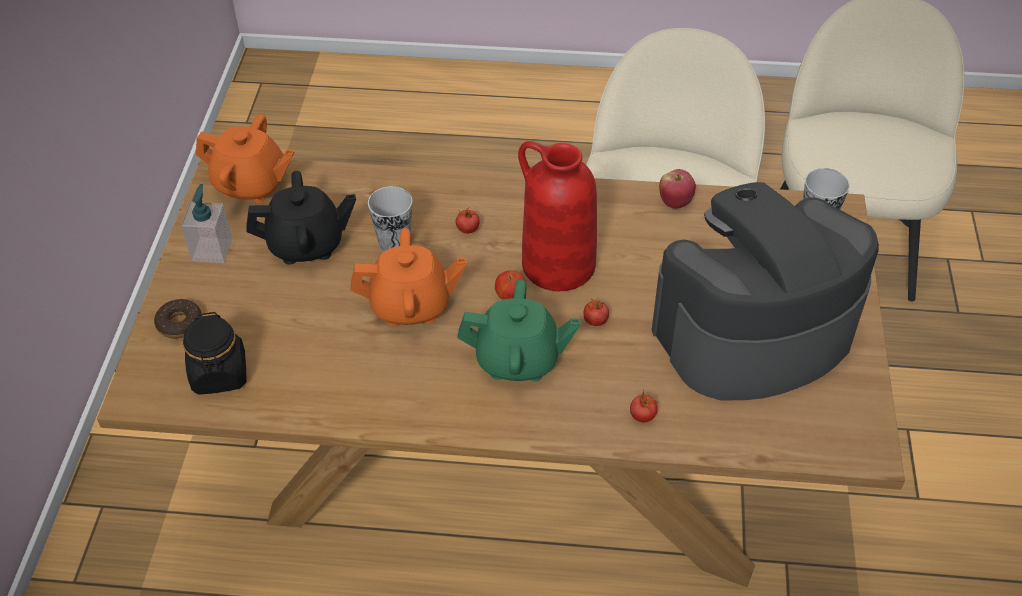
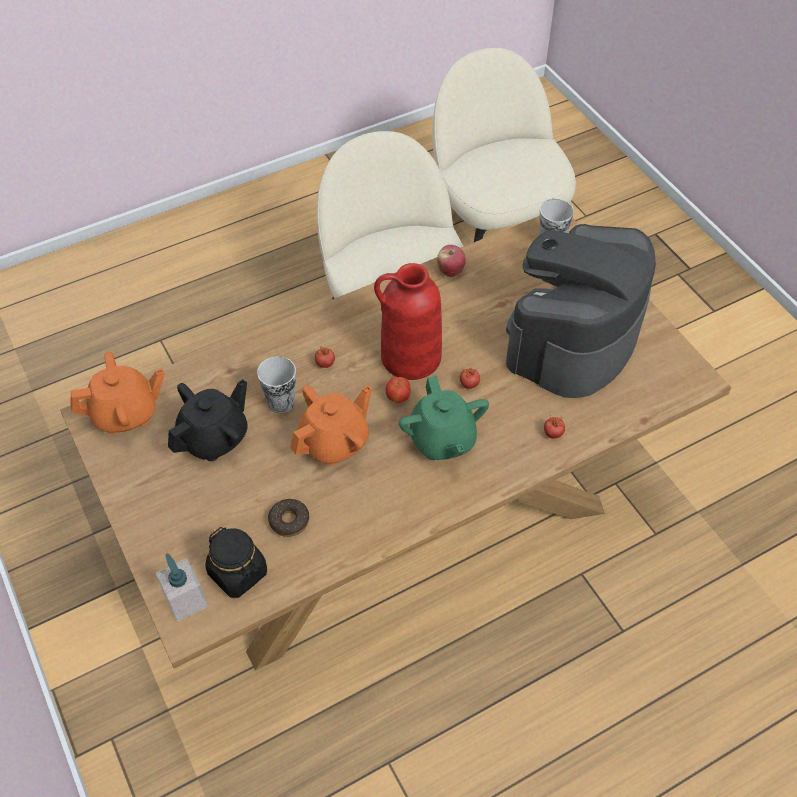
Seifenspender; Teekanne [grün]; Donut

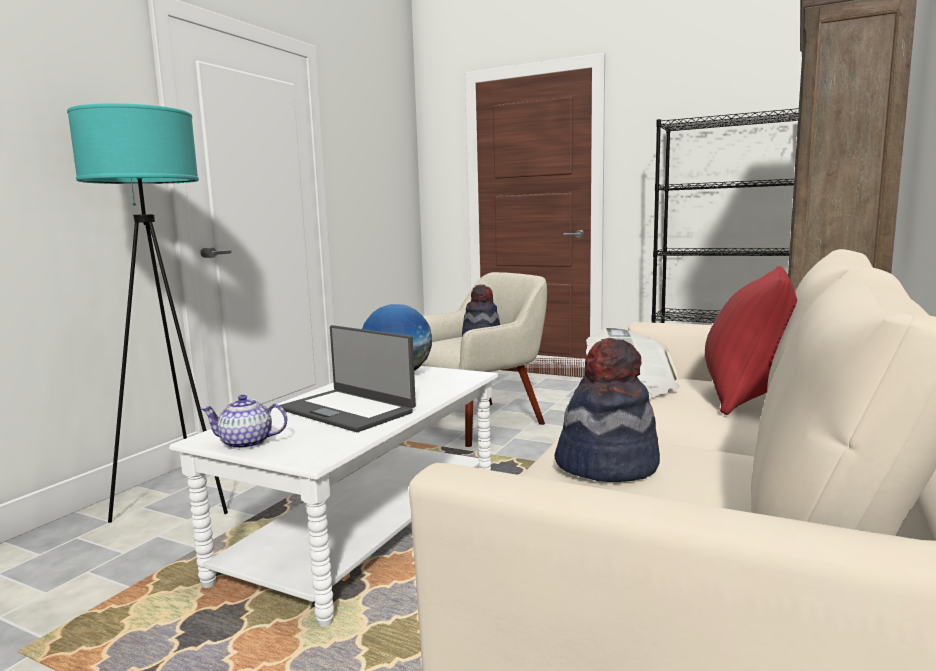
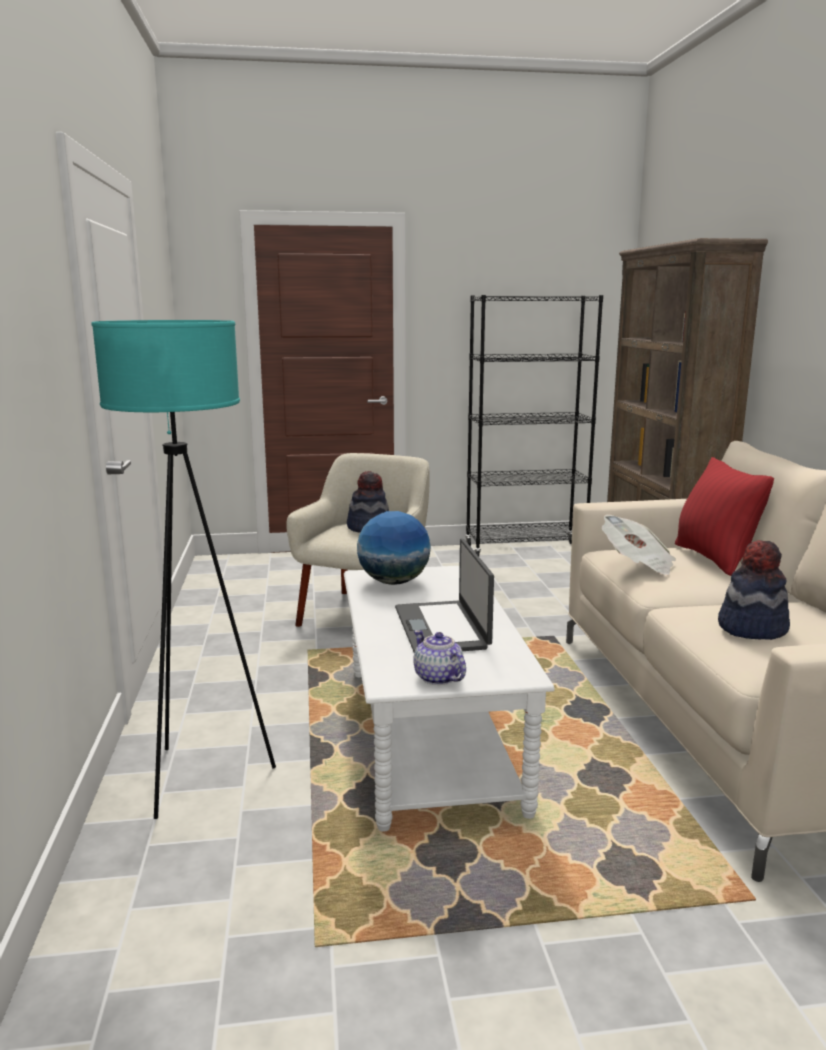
Laptop; Teekanne

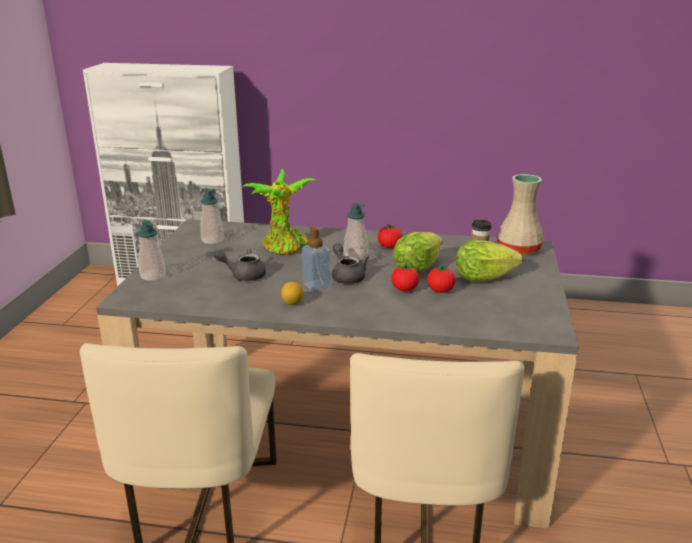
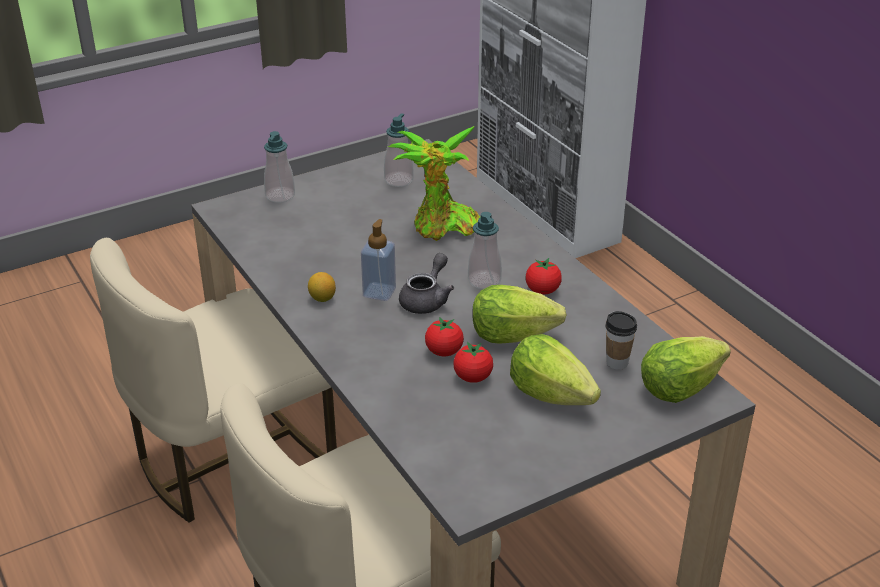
Salatkopf (3rd from left); Teekanne [grau] (1st from left in the first image)

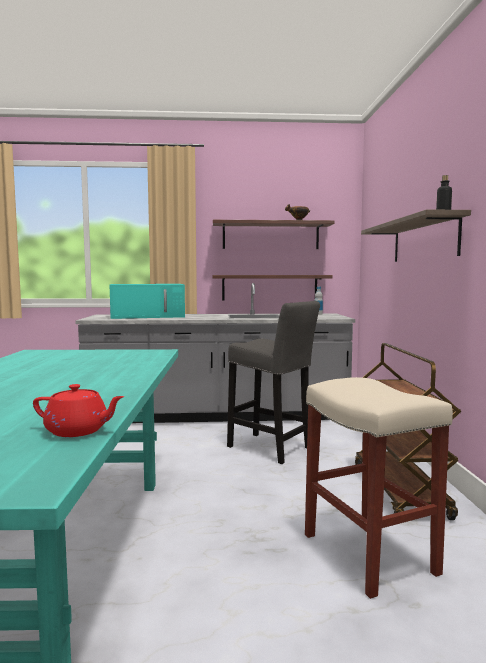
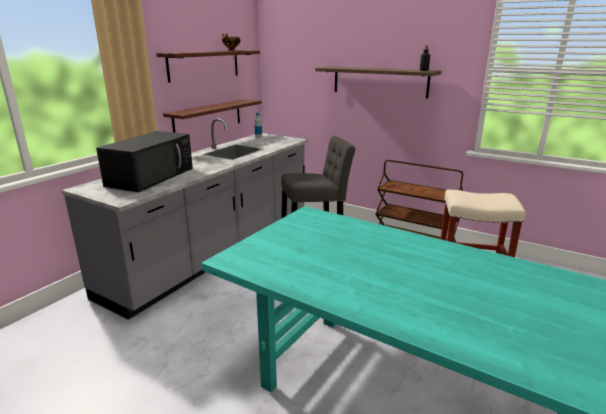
Mikrowelle [schwarz]; Teekanne [rot]

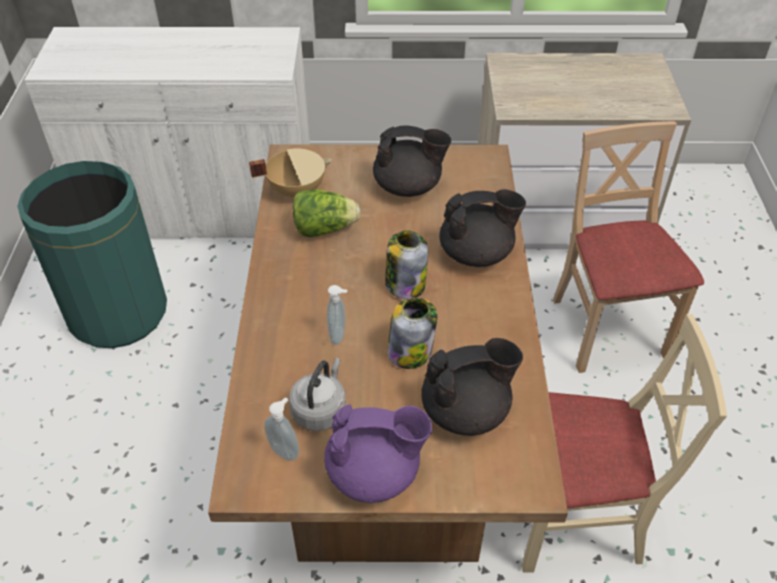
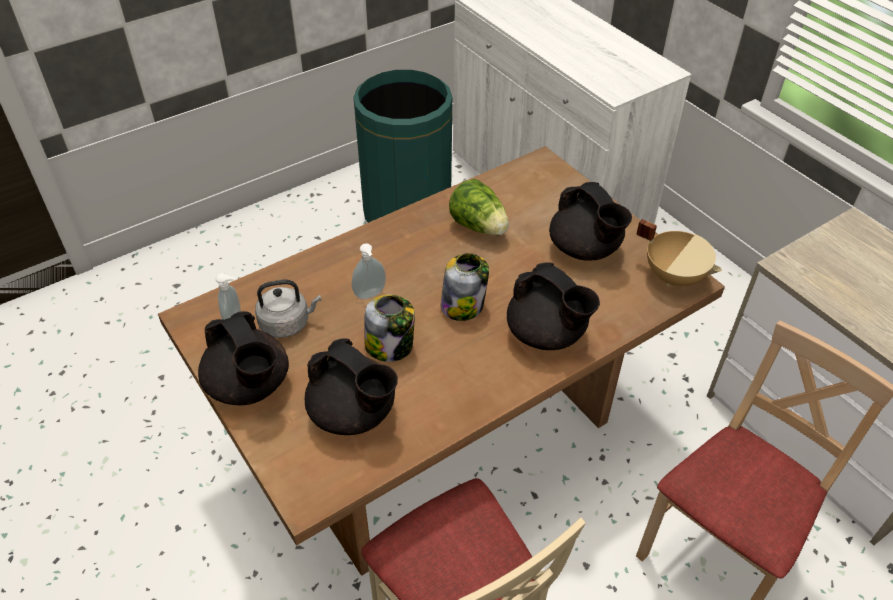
Kochtopf [beige]; Teekanne [schwarz] (1st from left)

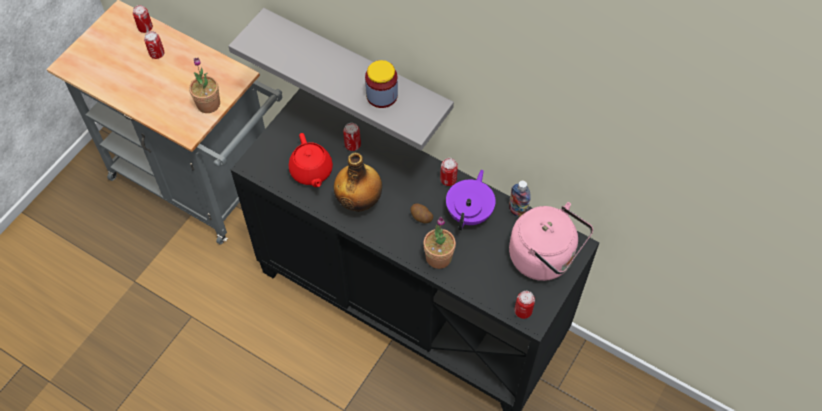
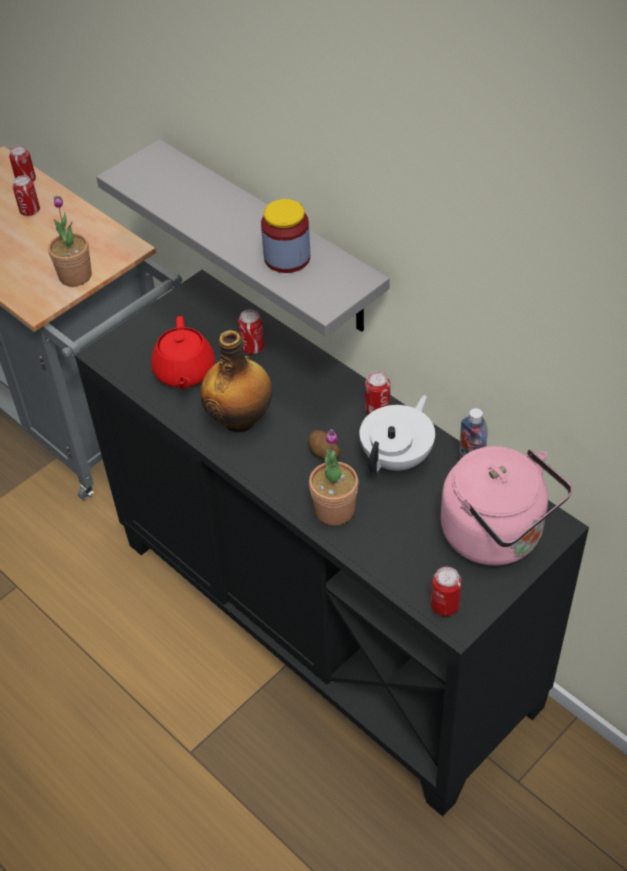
Teekanne [weiß]

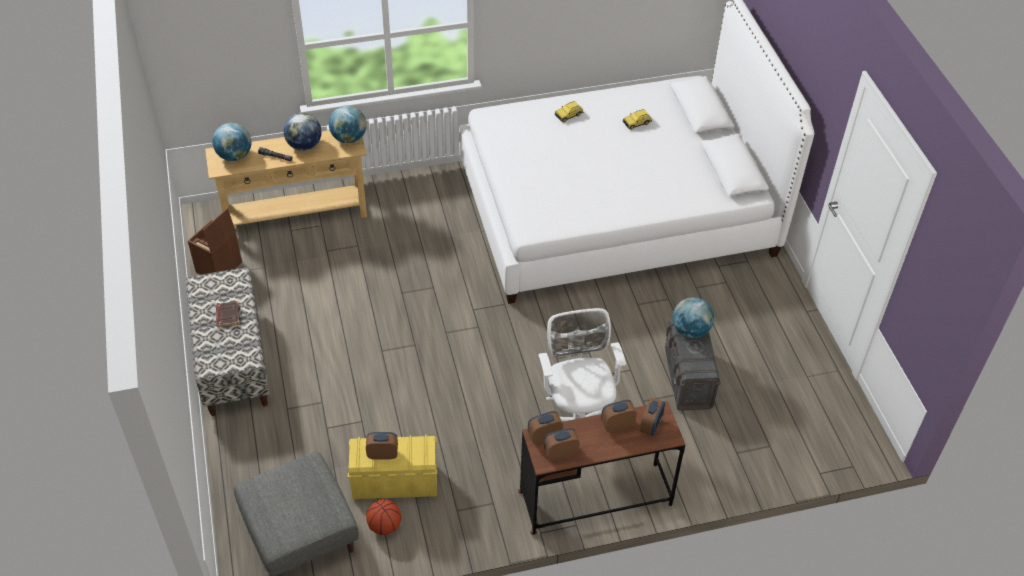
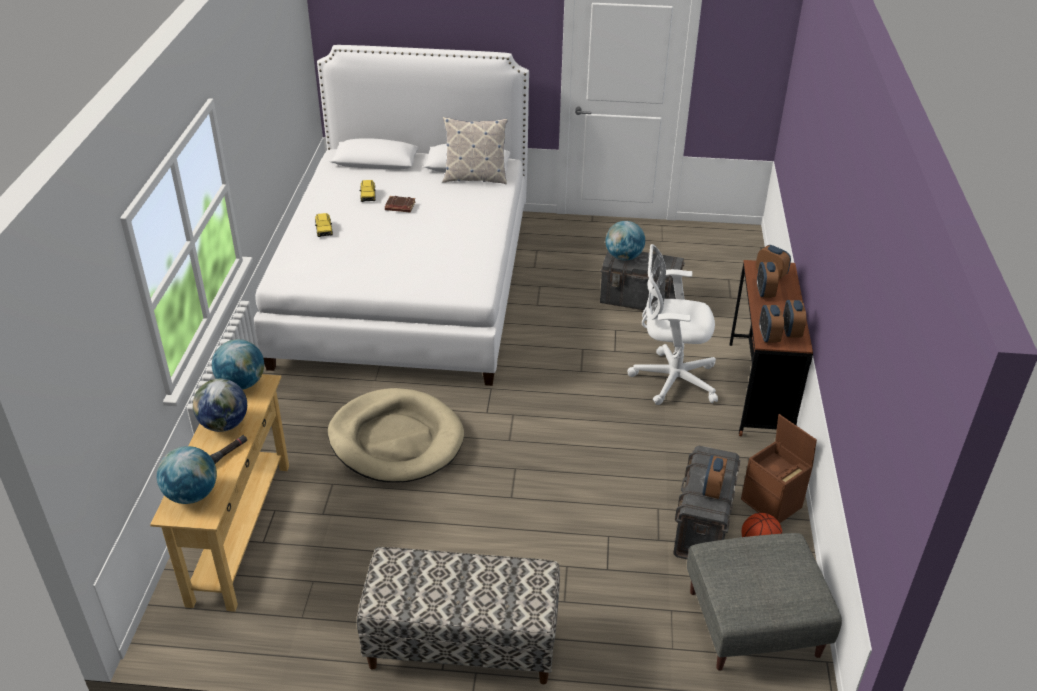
Aufbewahrungsbox [braun]; Buch [braun]; Aufbewahrungsbox [grau] (2nd from left); Kissen; Hundebett [beige]

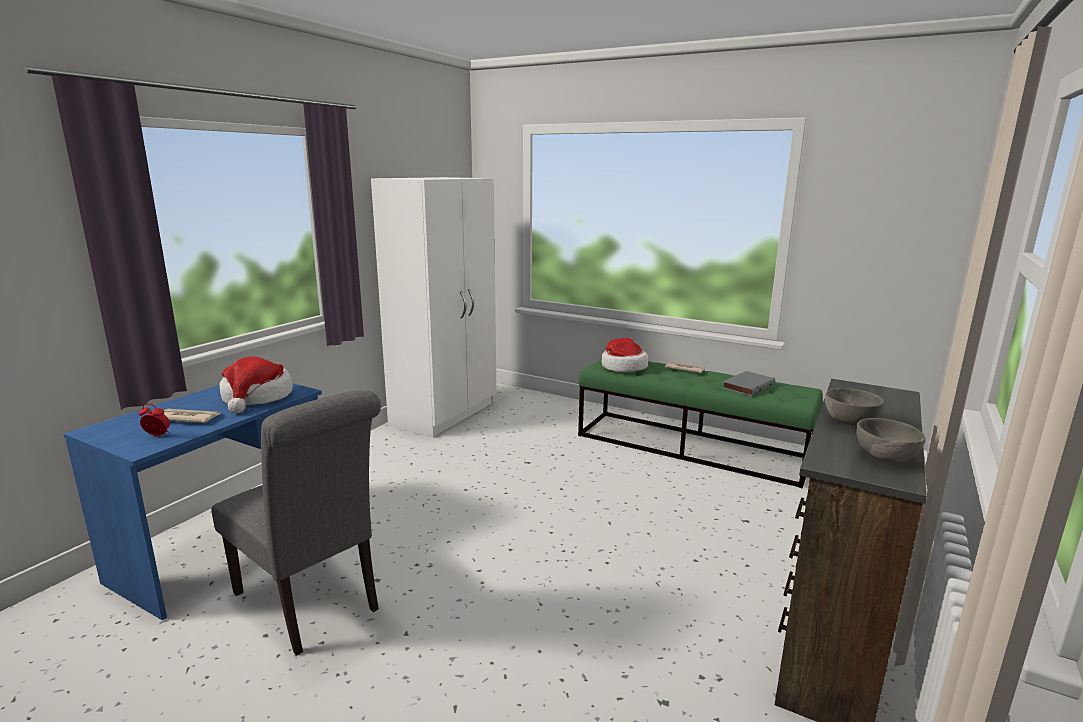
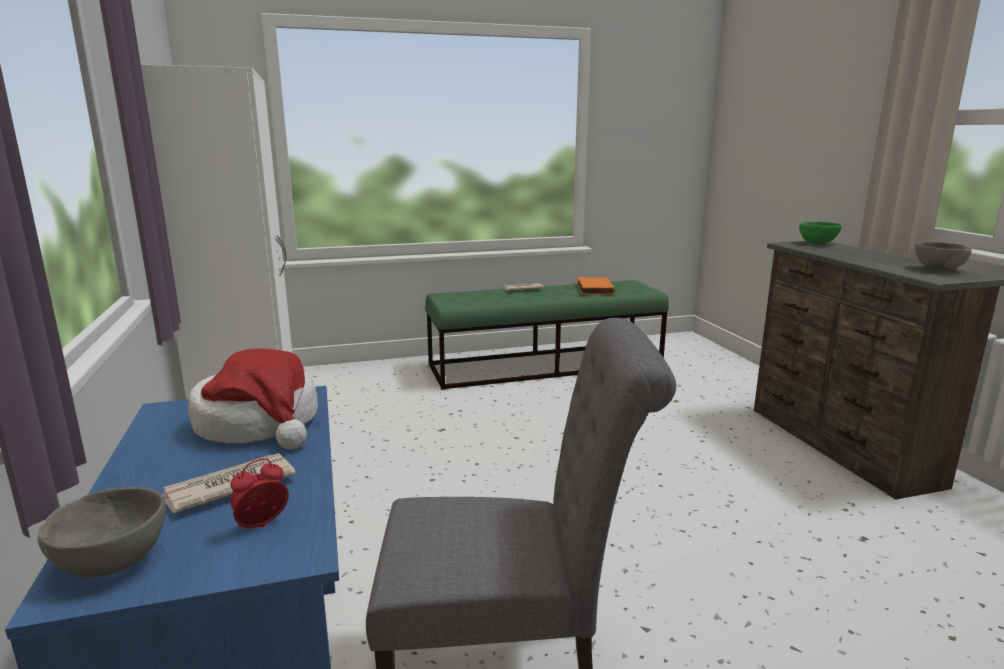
Hut (2nd from left in the first image); Buch [orange]; Schüssel [grau] (1st from left); Schüssel [grün]

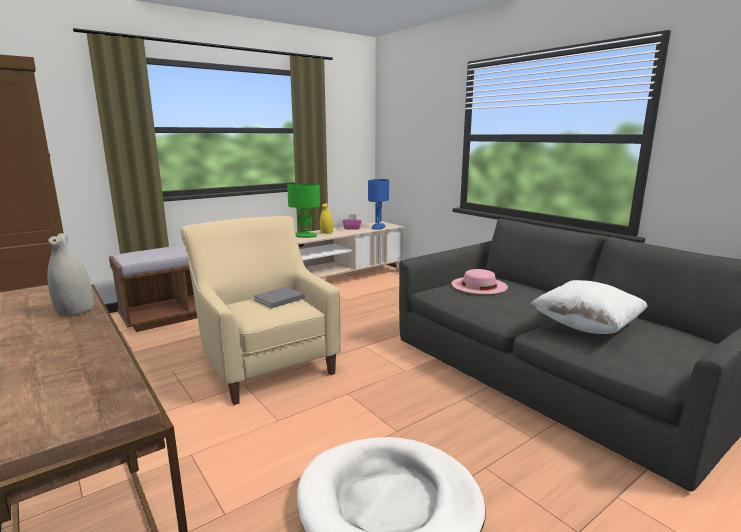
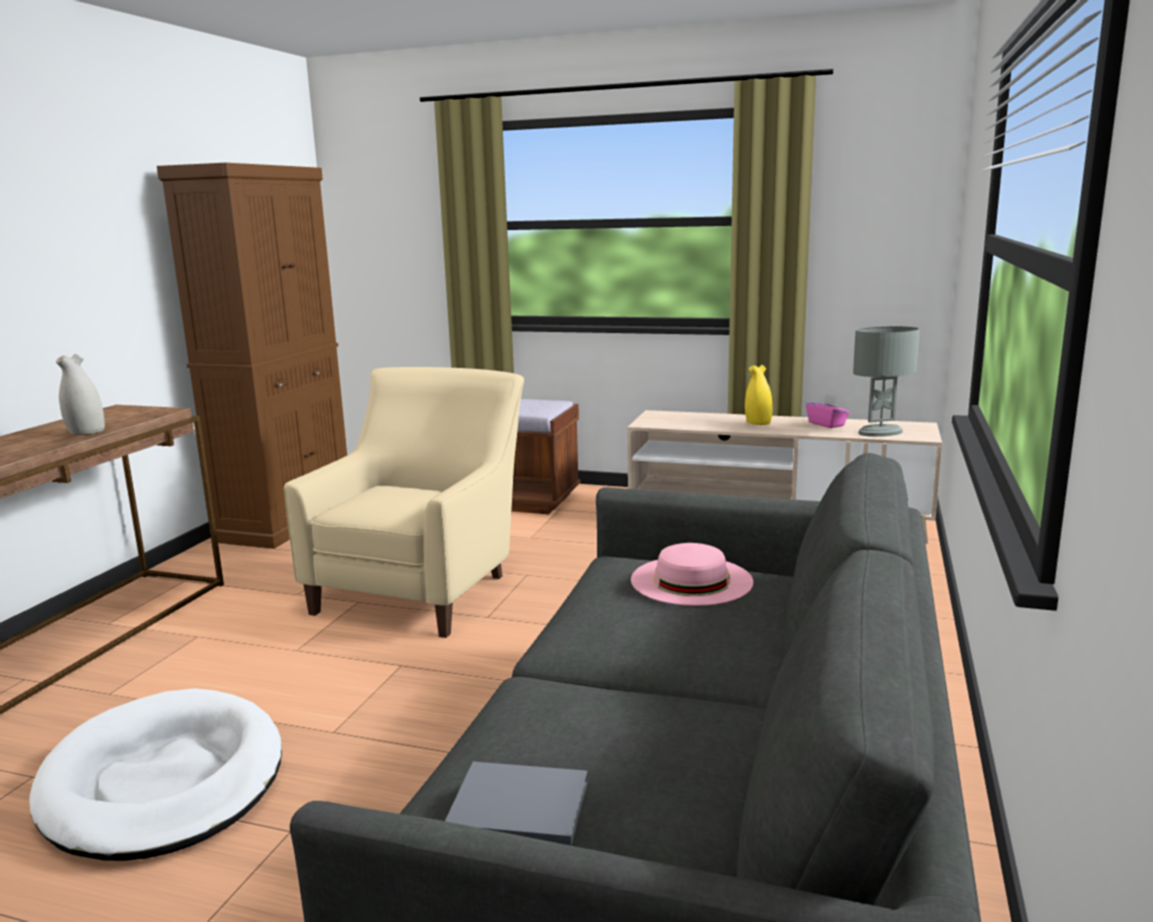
Tischlampe [grau]; Tischlampe [grün]; Kissen [weiß]; Buch [grau]

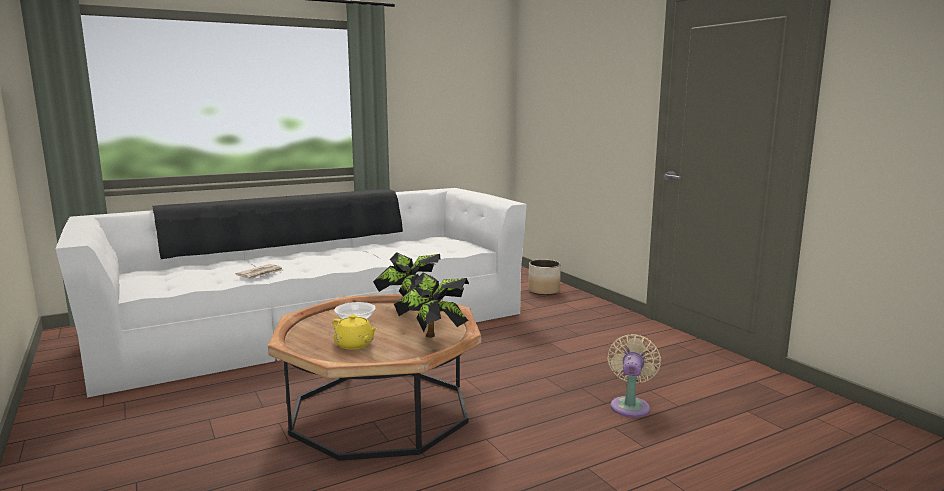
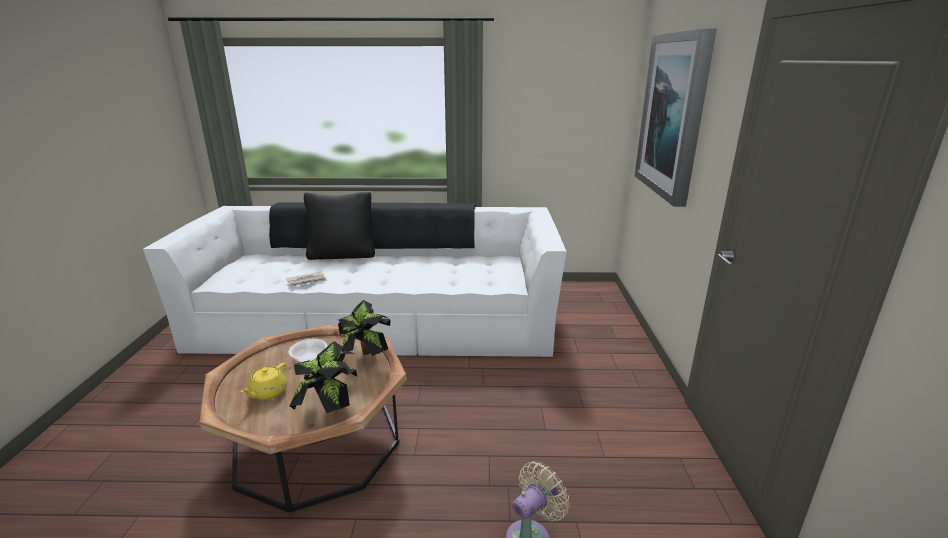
Pflanzkübel; Teekanne [gelb]; Bild; Kissen [schwarz]

